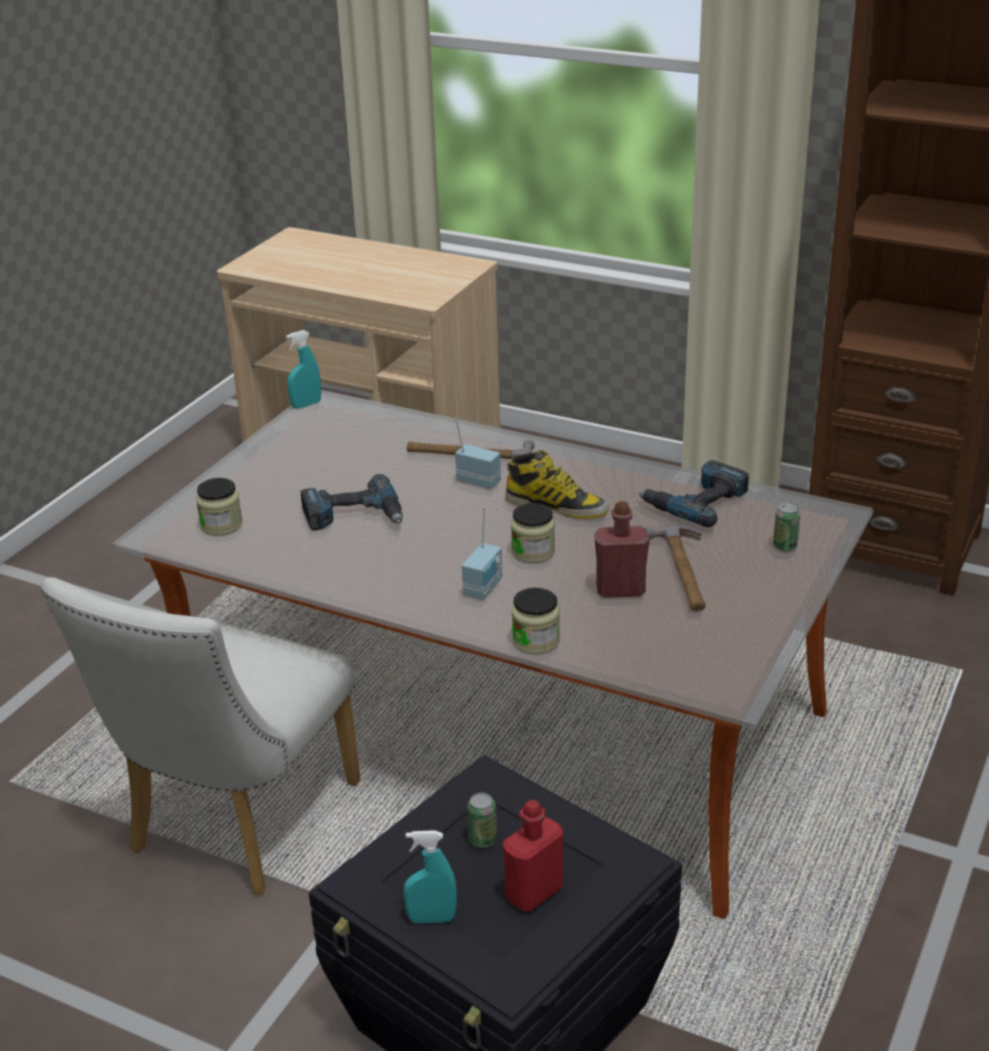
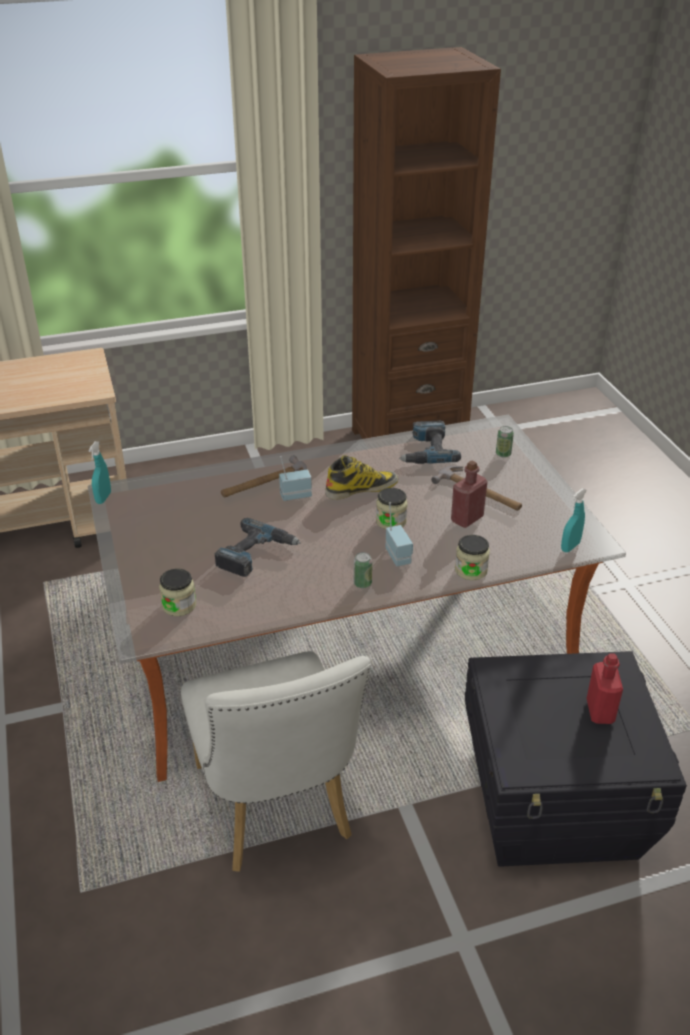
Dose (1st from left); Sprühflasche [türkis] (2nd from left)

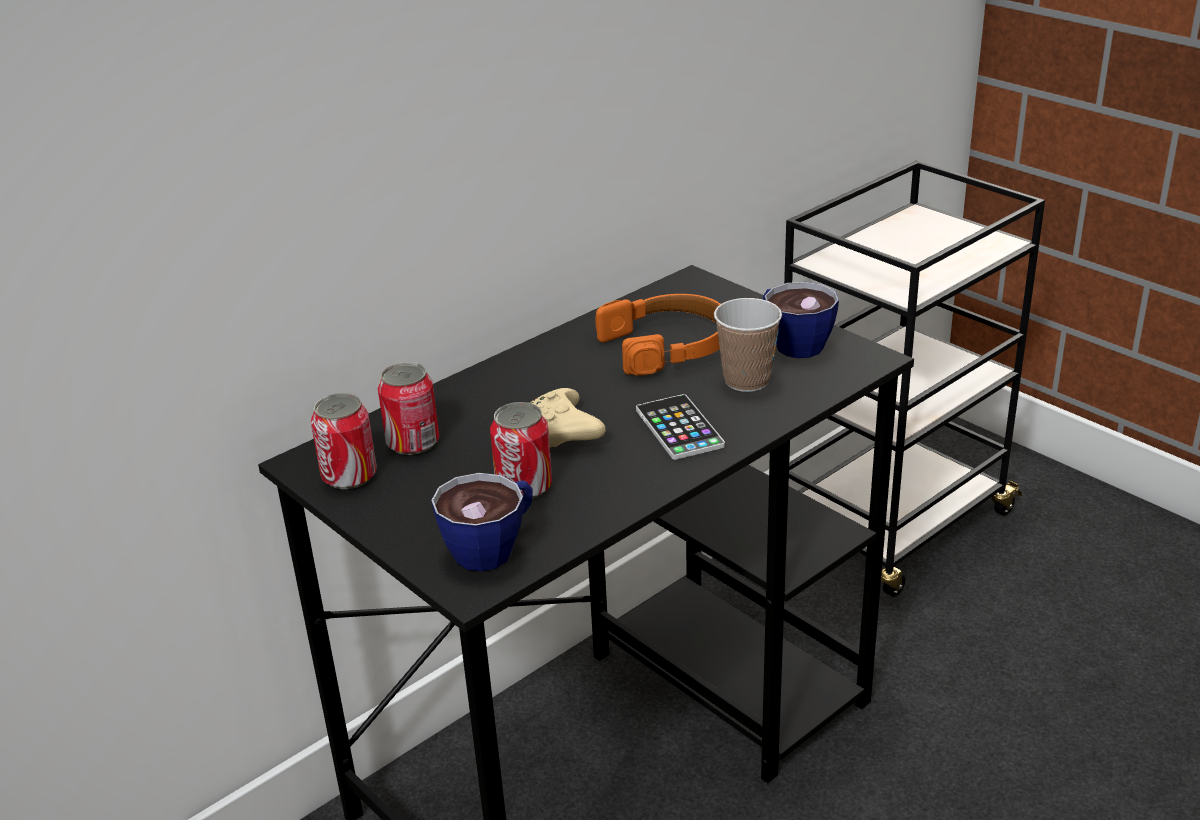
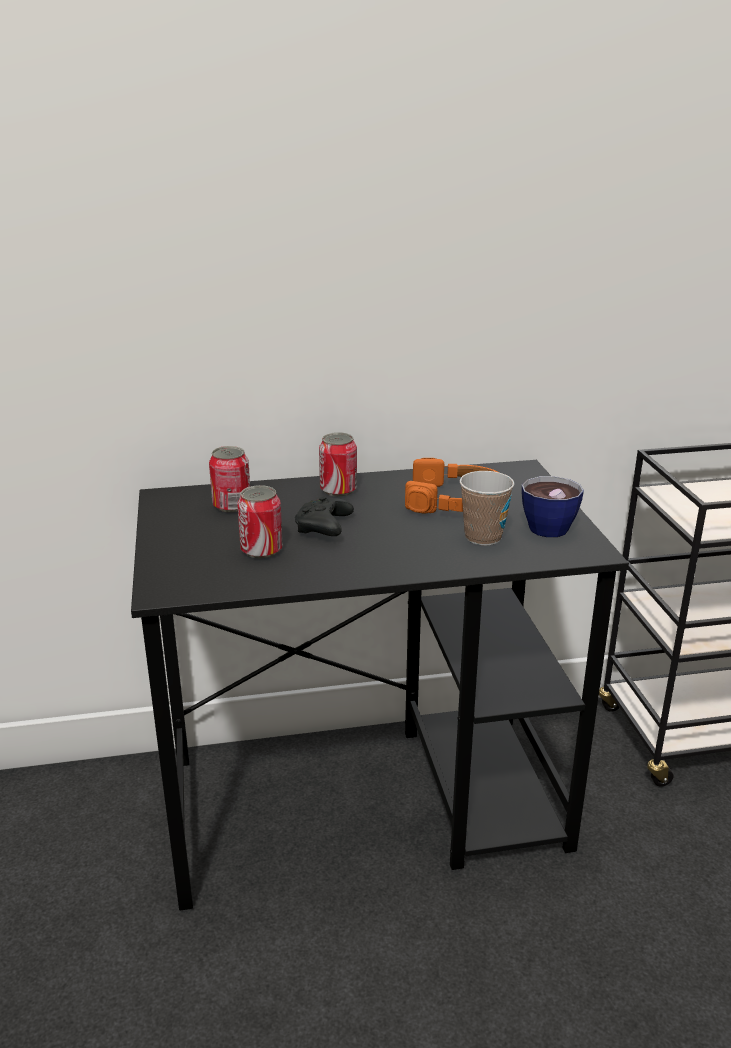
Gamepad [schwarz]; Dose (3rd from left); Handy; Tasse (1st from left in the first image)

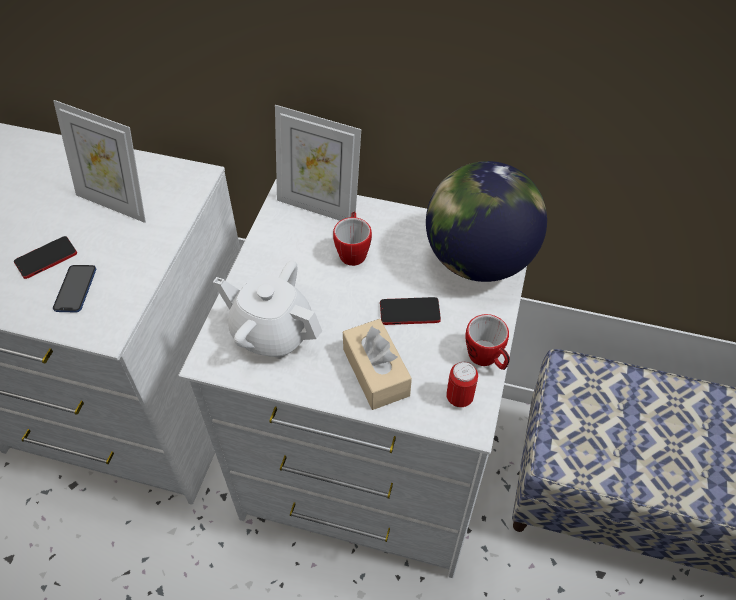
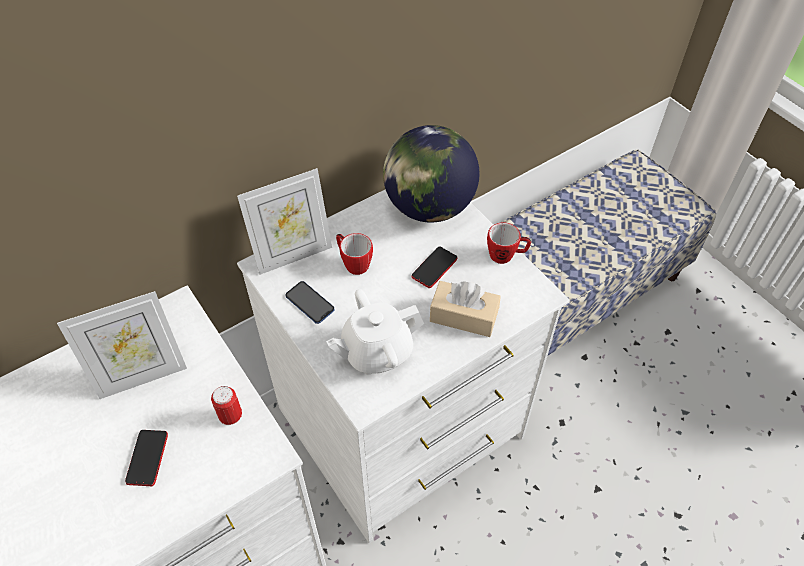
Handy (2nd from left); Dose

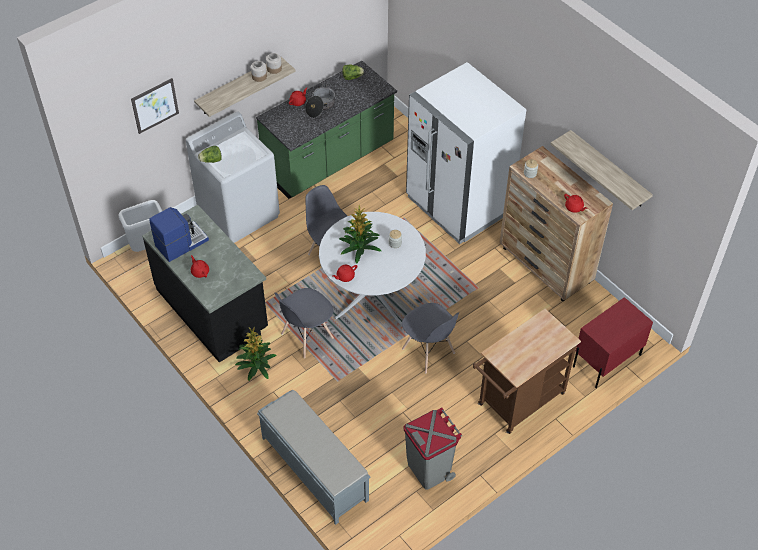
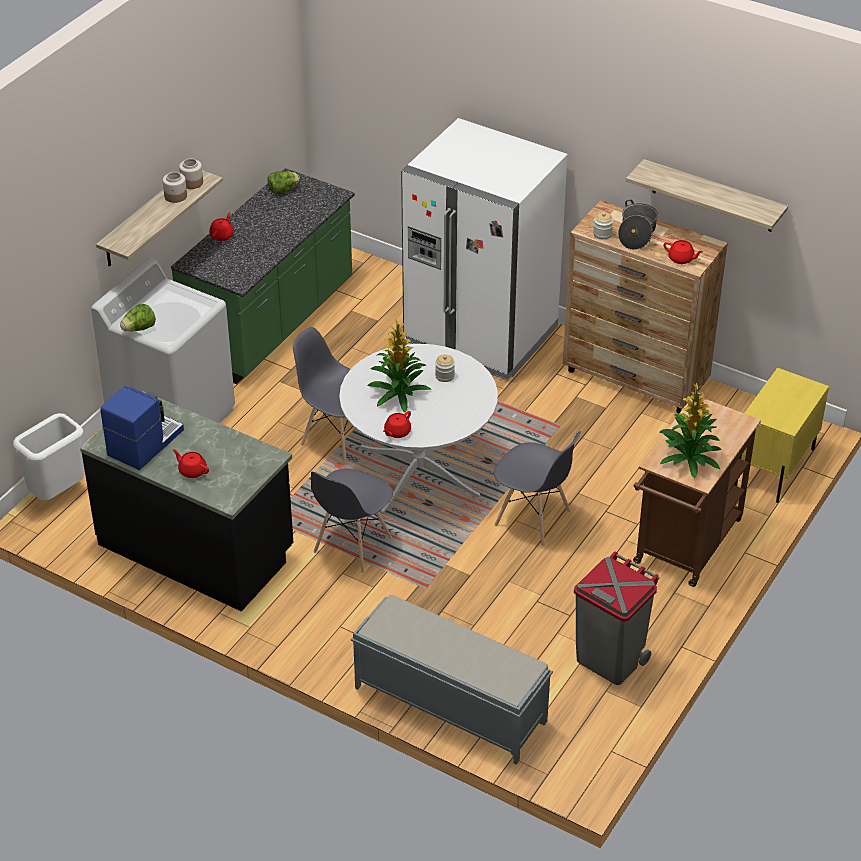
Bild; Kochtopf; Nachttisch [gelb]; Topfpflanze (2nd from left)

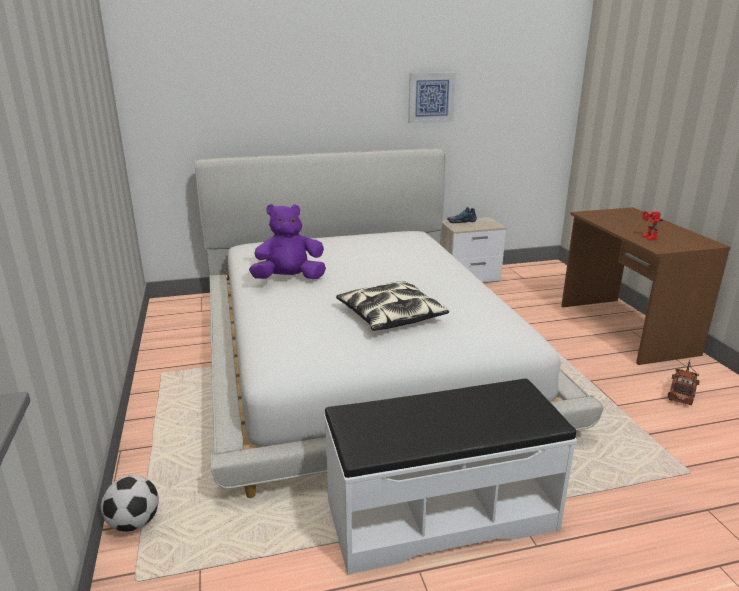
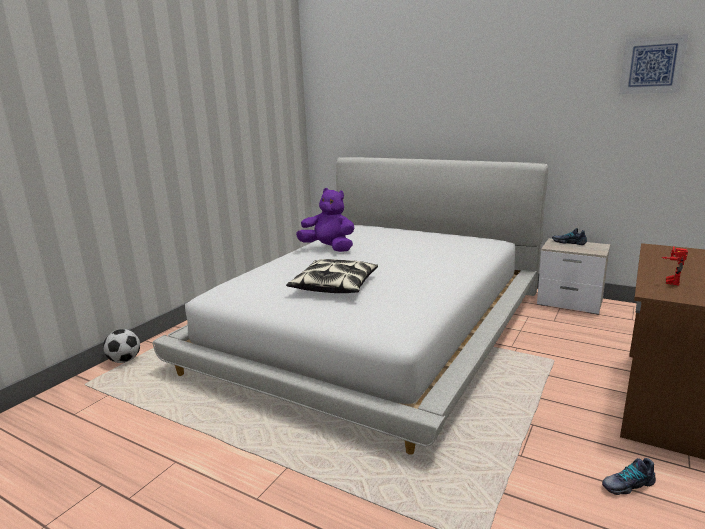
Bild; Schuh (2nd from left); Bank [weiß]

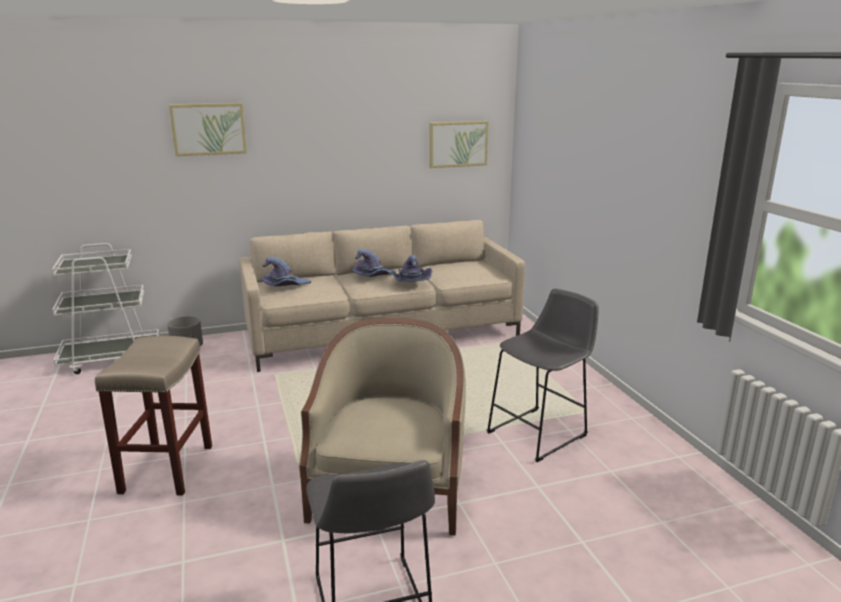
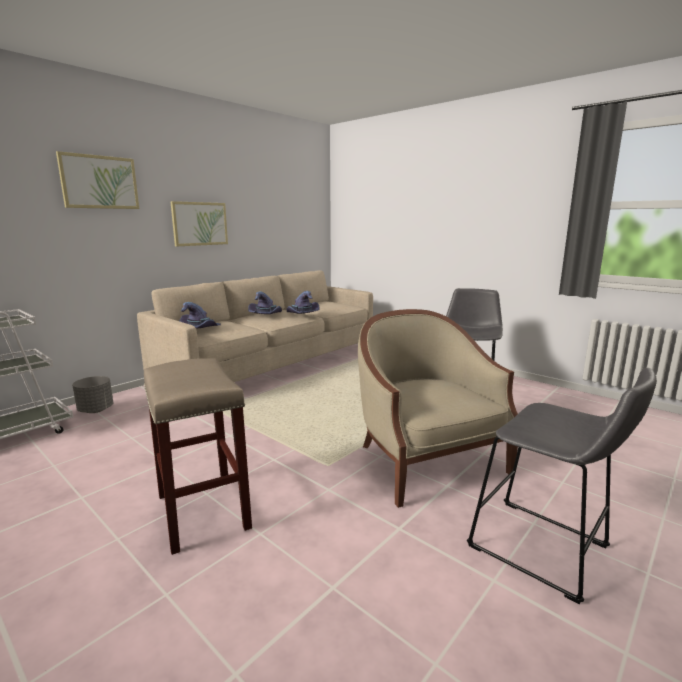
Bild (2nd from left)

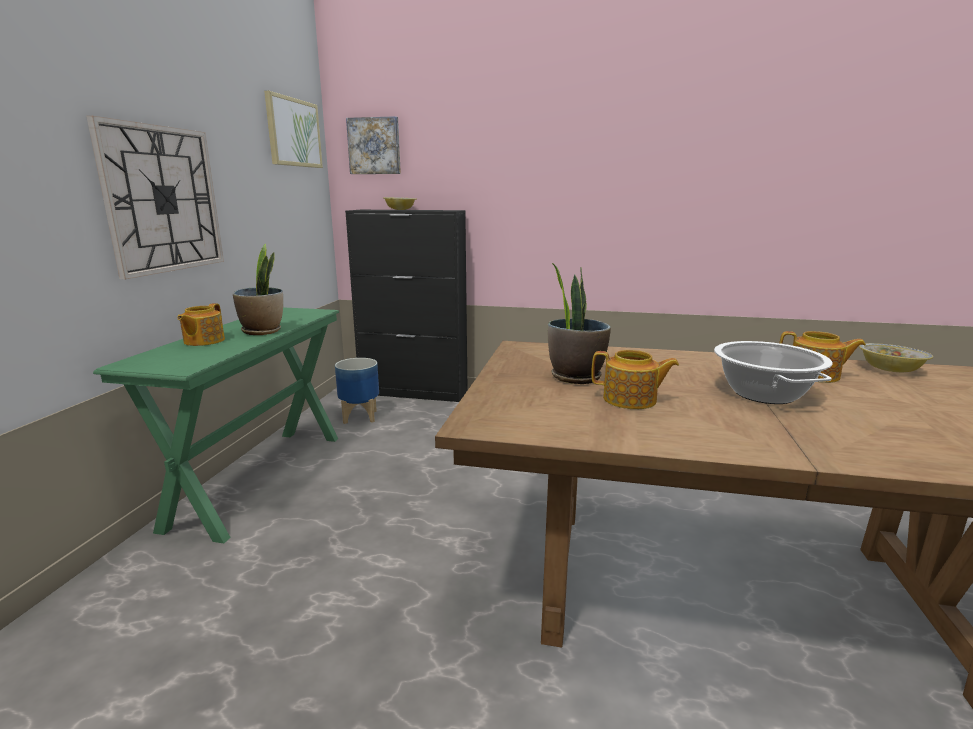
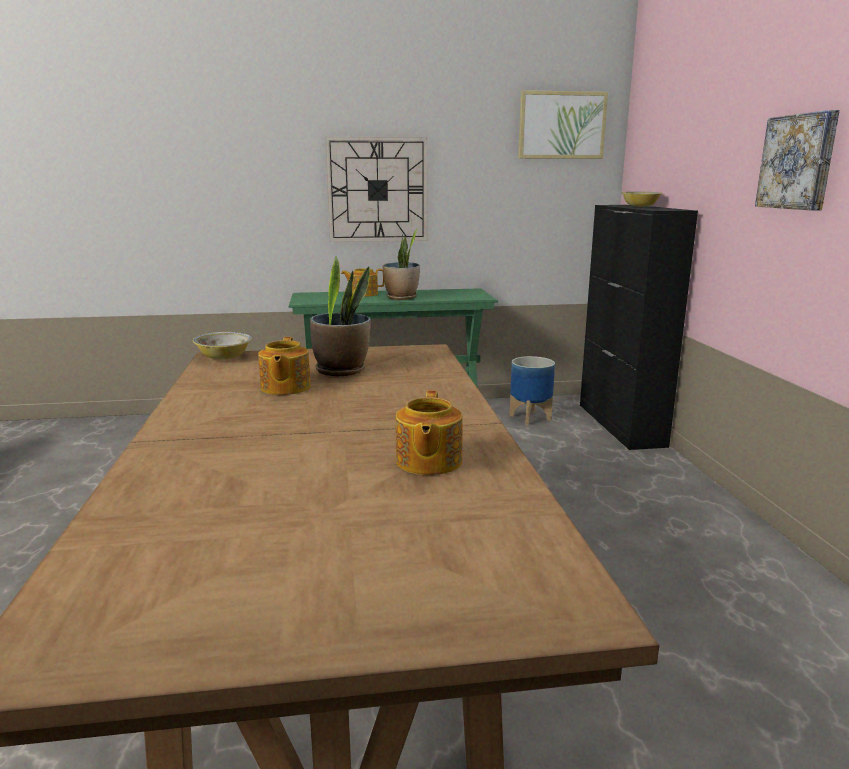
Bild (2nd from left); Kochtopf; Schüssel (1st from left)

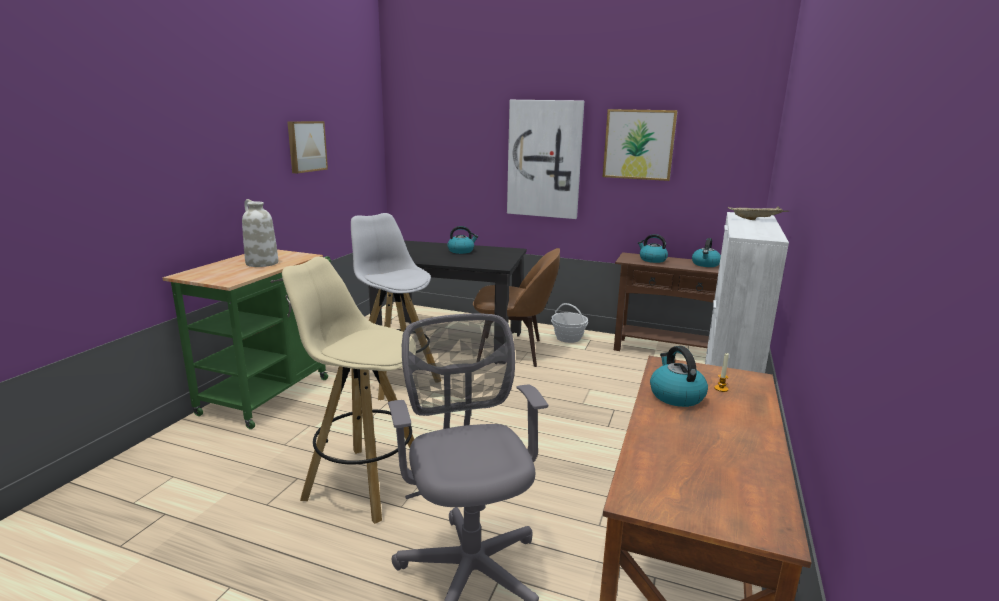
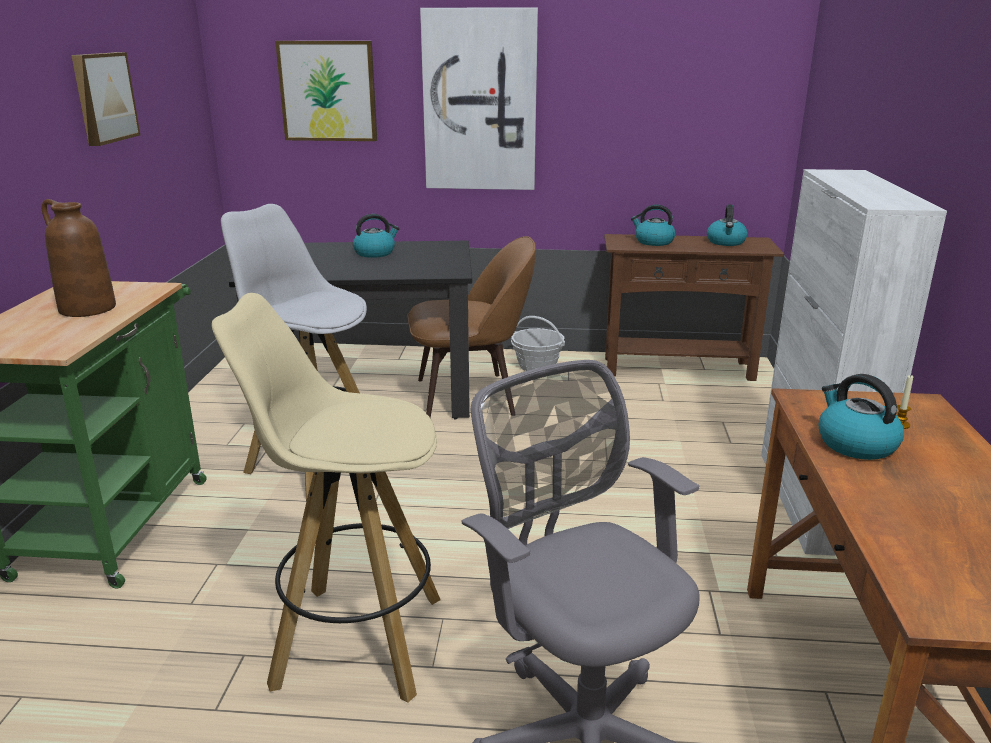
Bild (2nd from left); Vase [braun]; Tablett [beige]

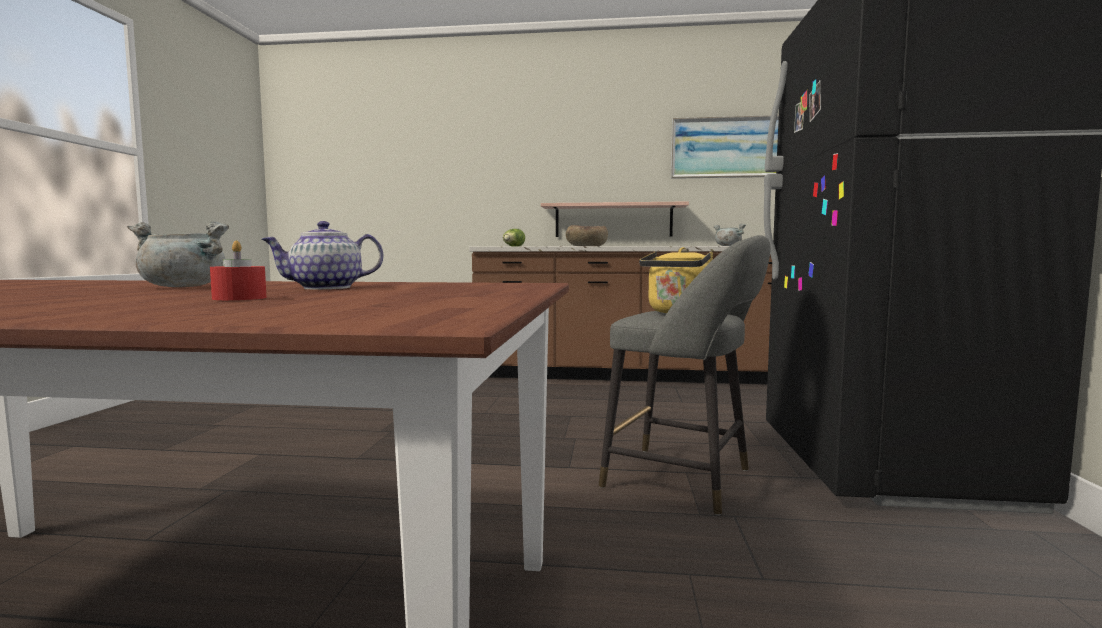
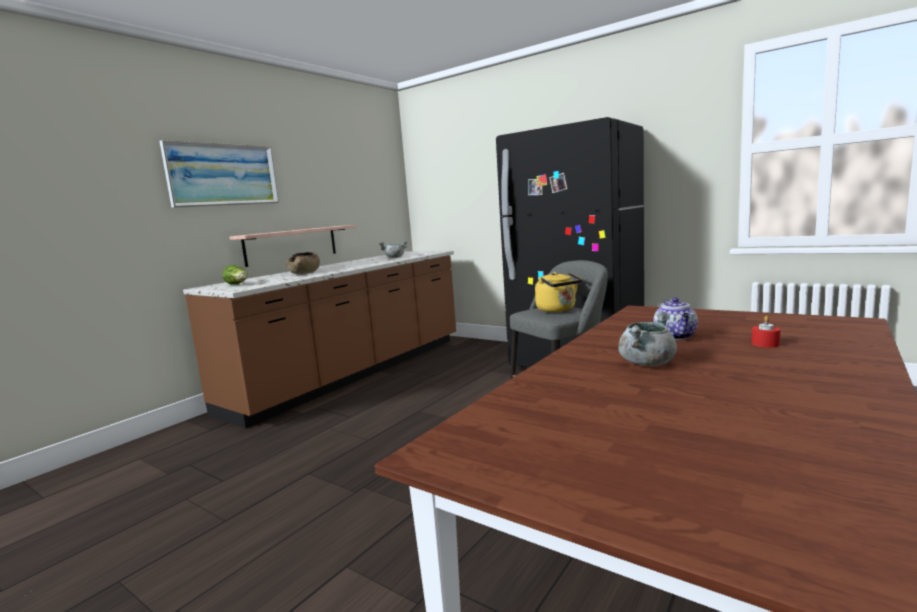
Bild

